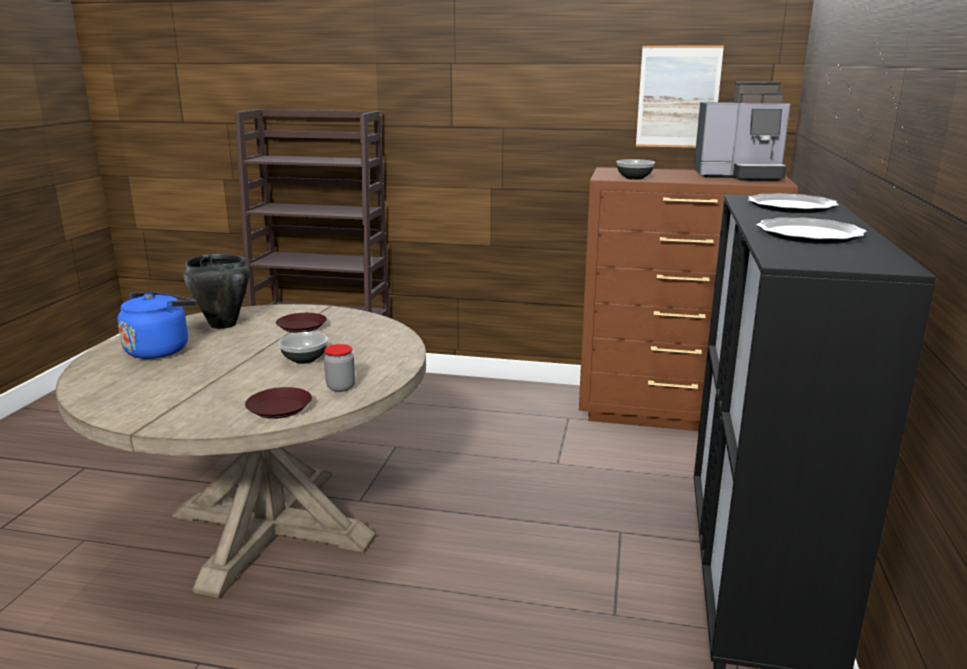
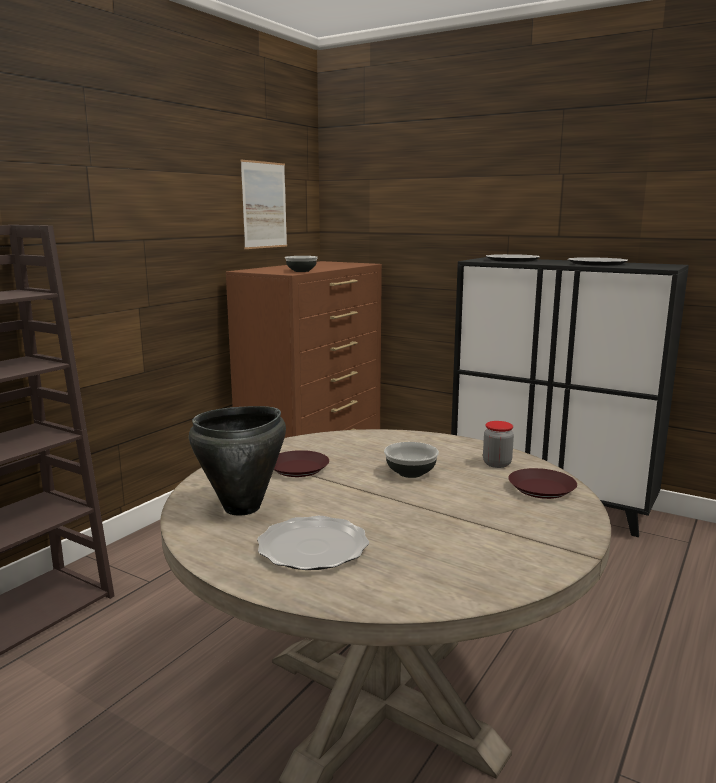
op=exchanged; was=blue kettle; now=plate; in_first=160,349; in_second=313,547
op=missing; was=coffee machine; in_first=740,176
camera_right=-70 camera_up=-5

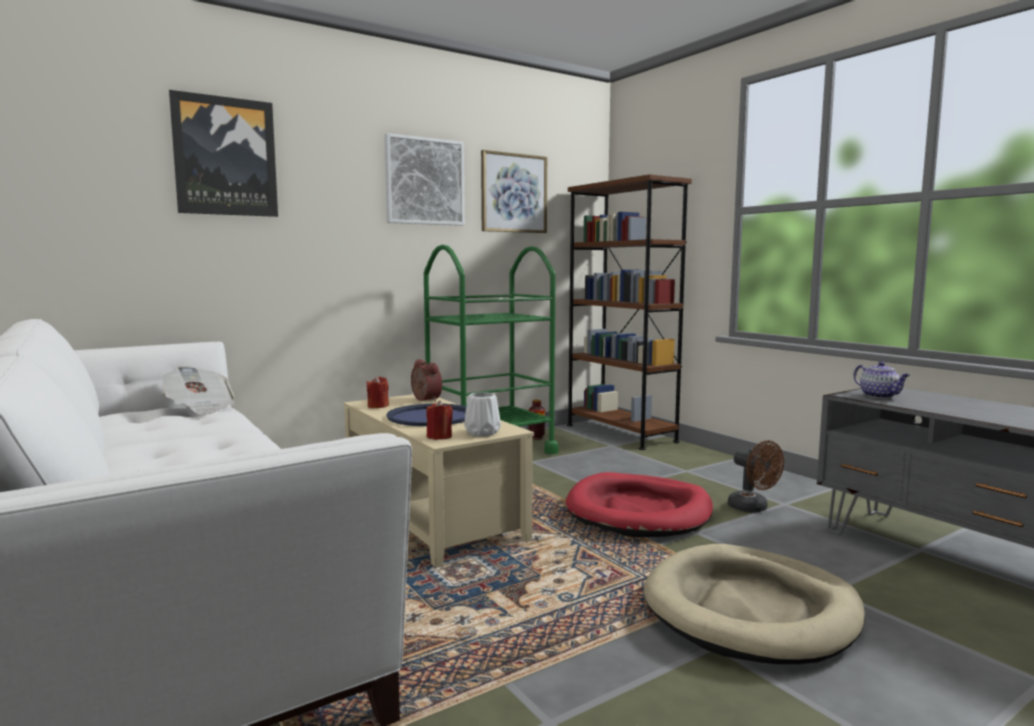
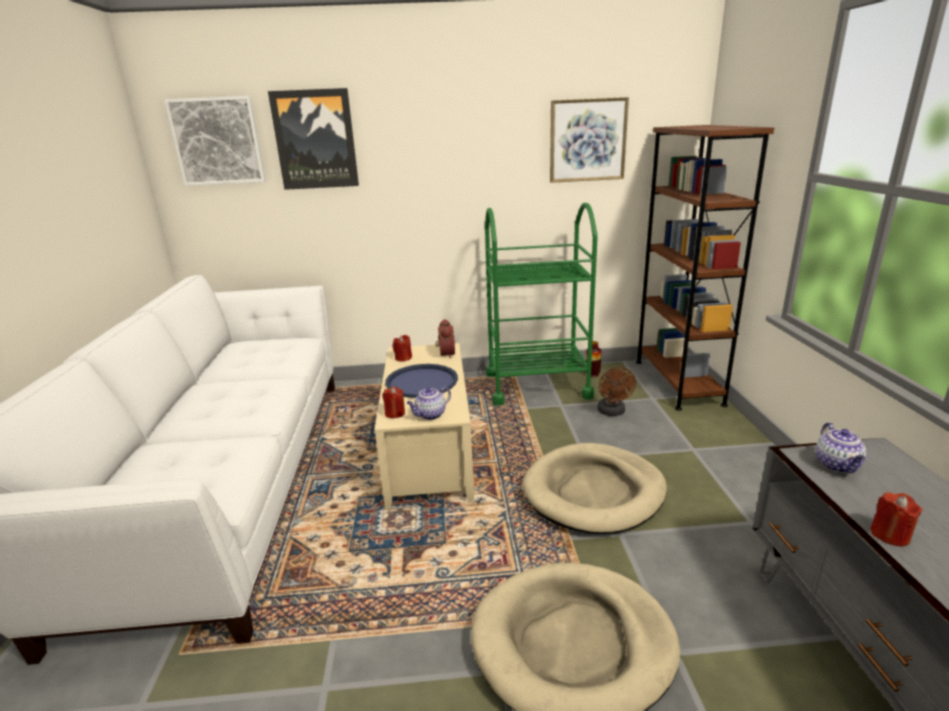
op=relocated; was=picture; in_first=424,181; in_second=217,141
op=exchanged; was=white vase; now=teapot; in_first=482,433; in_second=430,415
op=colour; was=red dog bed; now=beige dog bed; in_first=639,511; in_second=594,492
op=relocated; was=brown fan; in_first=753,508; in_second=612,412
op=appeared; now=red candle; in_second=890,535
op=missing; was=newspaper; in_first=200,408
camera_right=30 camera_up=15

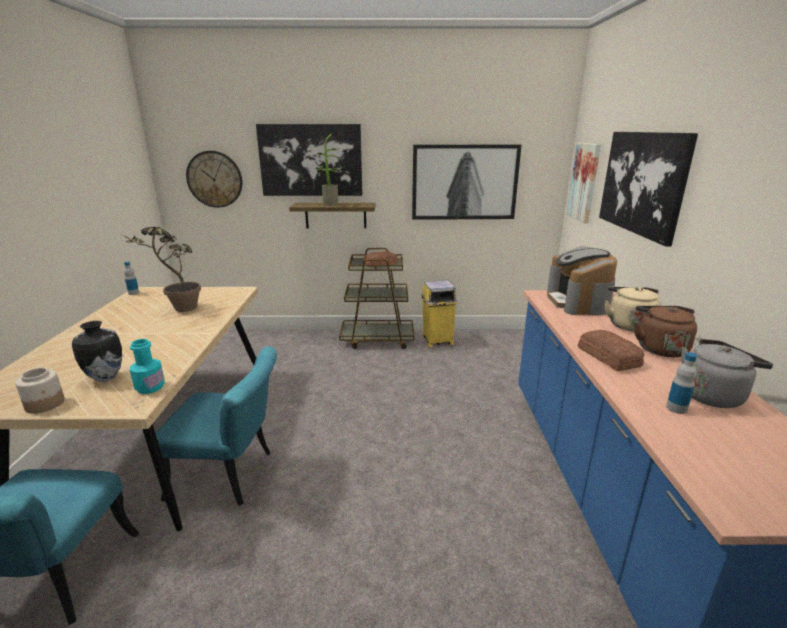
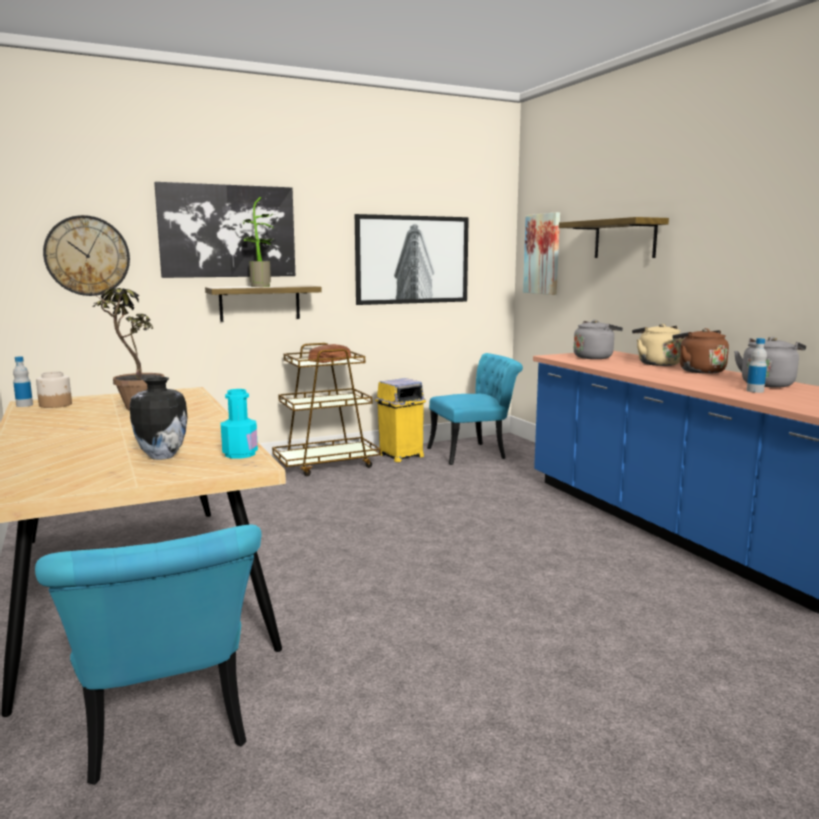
op=relocated; was=jar; in_first=45,404; in_second=56,405
op=relocated; was=turquoise chair; in_first=231,475; in_second=474,453
op=exchanged; was=picture; now=shelf; in_first=642,183; in_second=625,239
op=exchanged; was=coffee machine; now=grey kettle; in_first=578,302; in_second=594,357
op=missing; was=bread; in_first=609,356
camera_right=-25 camera_up=-10

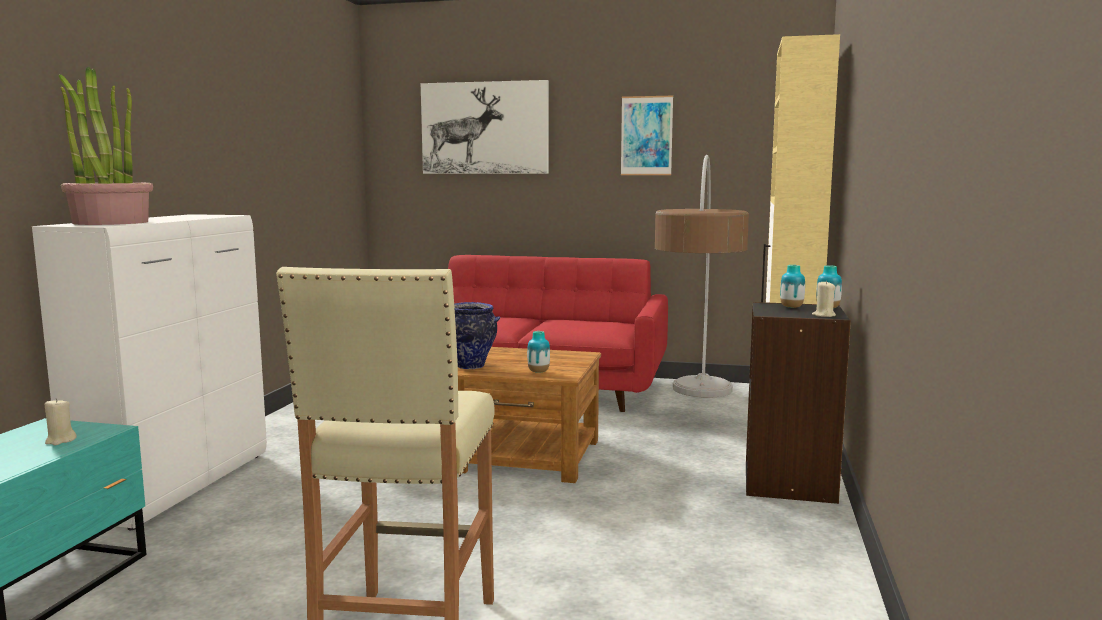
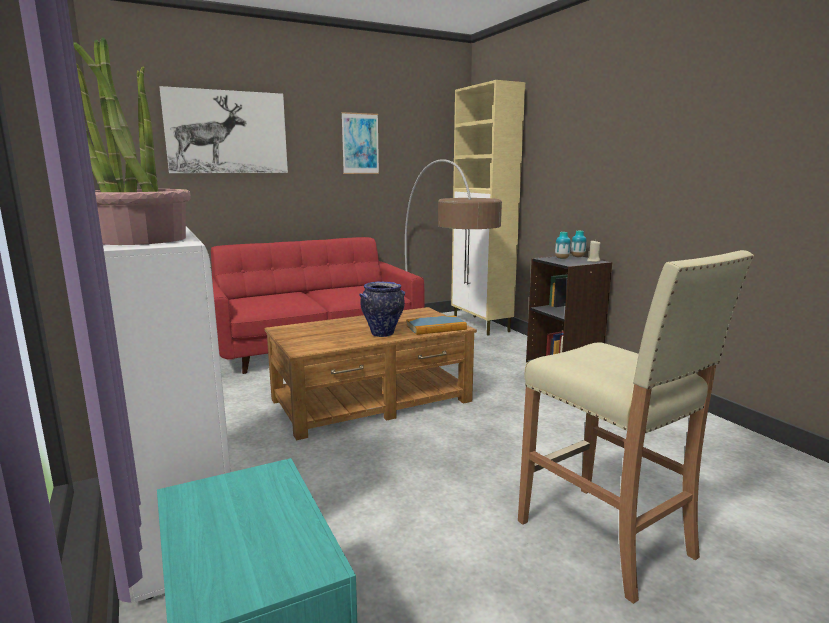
op=exchanged; was=vase; now=book; in_first=538,372; in_second=436,327
op=missing; was=beige candle; in_first=60,441
camera_right=-40 camera_up=5

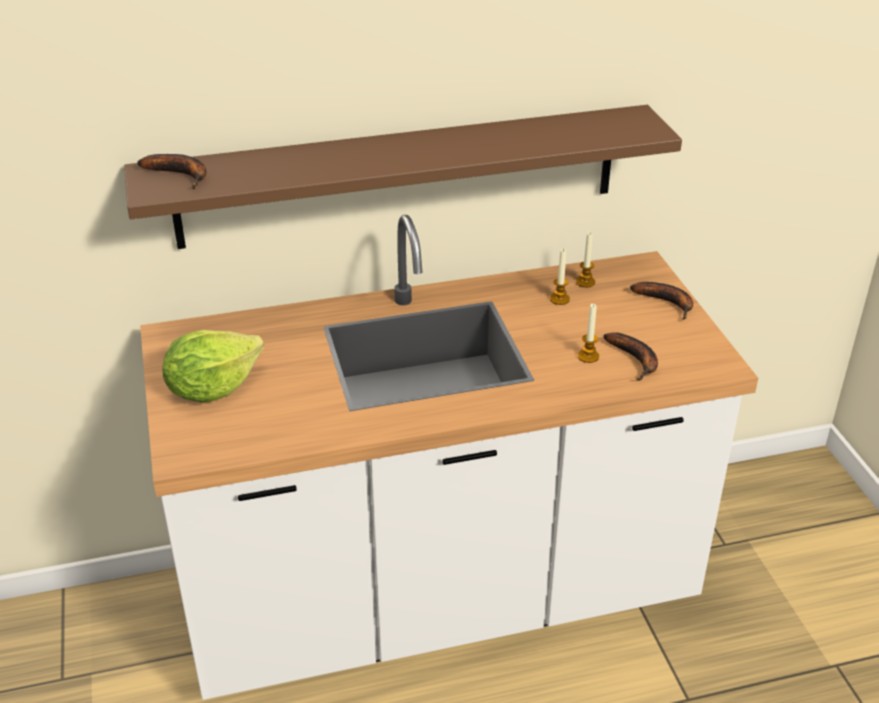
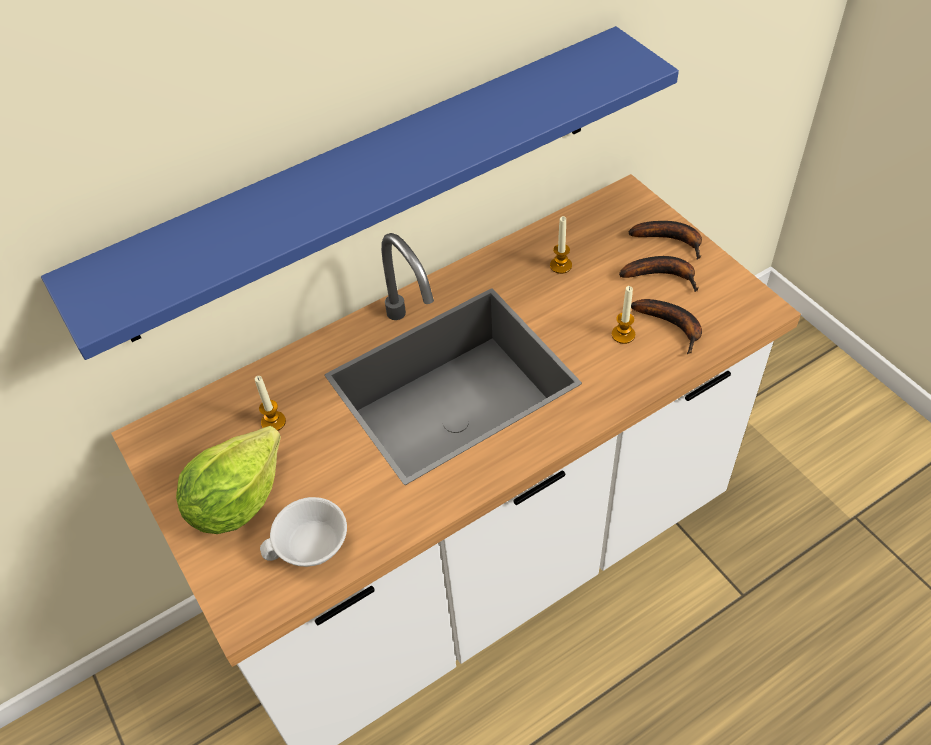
op=colour; was=brown shelf; now=blue shelf; in_first=399,176; in_second=366,183
op=relocated; was=candle; in_first=585,282; in_second=273,422
op=appeared; now=white cup; in_second=312,549
op=relocated; was=banana; in_first=181,175; in_second=663,275
camera_right=-15 camera_up=15

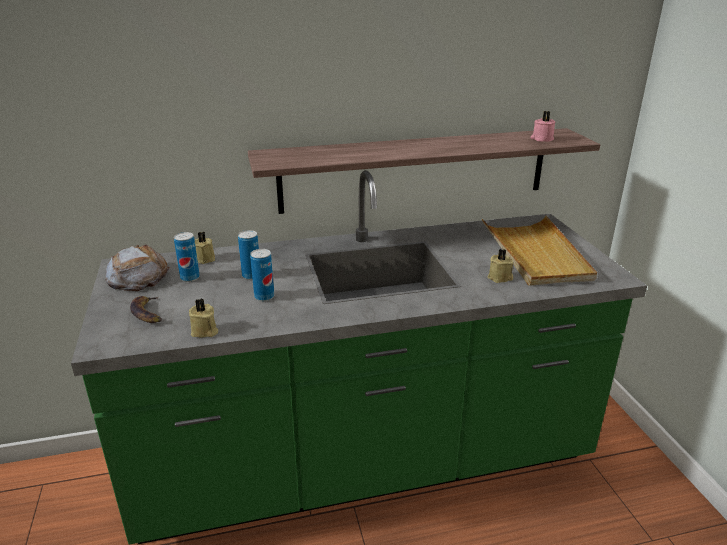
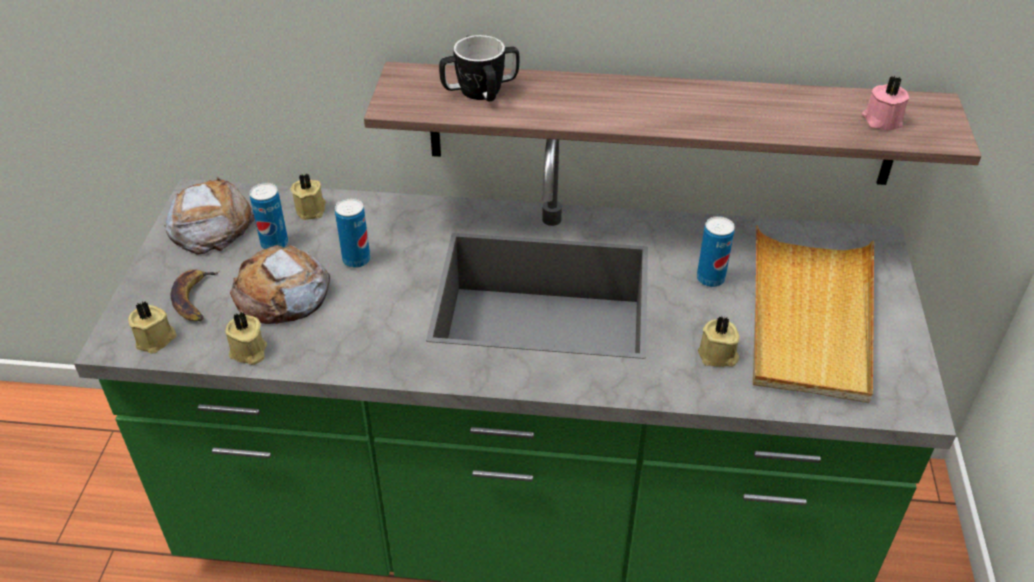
op=appeared; now=beige candle; in_second=156,339
op=appeared; now=bread; in_second=282,294
op=appeared; now=mug; in_second=480,91
op=relocated; was=can; in_first=264,296; in_second=710,279
camera_right=20 camera_up=15

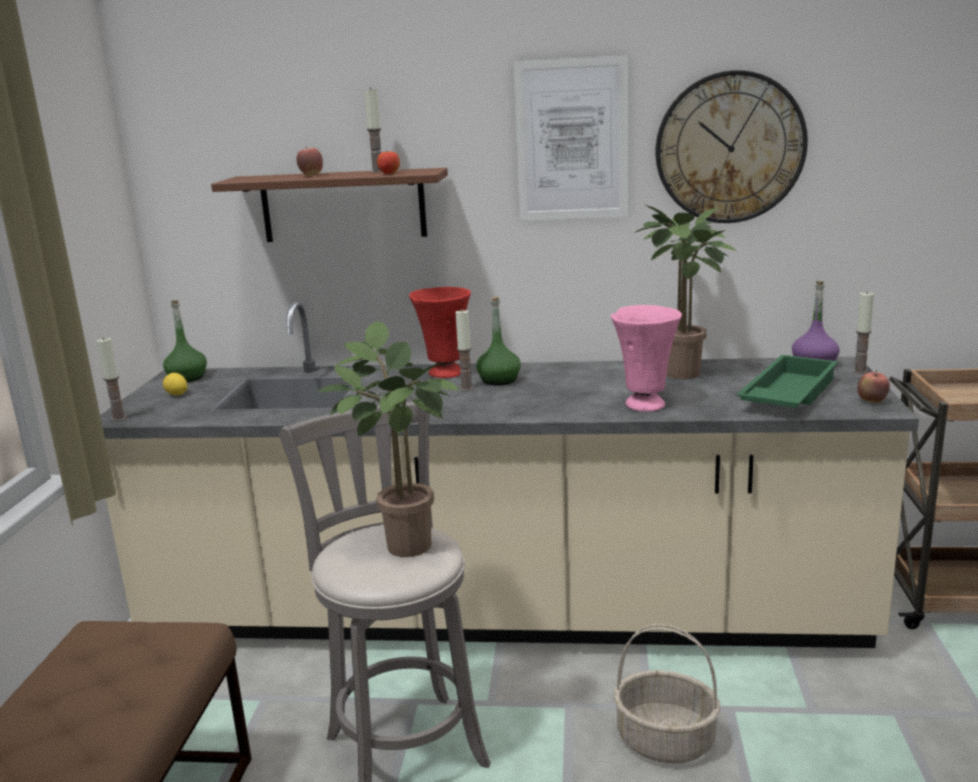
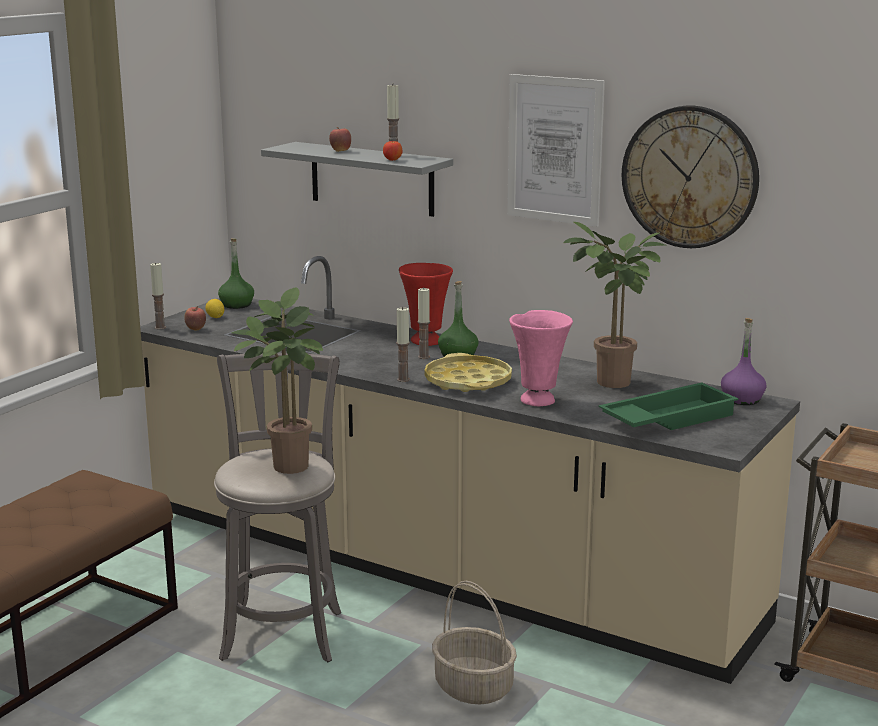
op=relocated; was=apple; in_first=872,401; in_second=195,329
op=colour; was=brown shelf; now=grey shelf; in_first=343,205; in_second=372,179
op=relocated; was=candle; in_first=860,372; in_second=403,379
op=appeared; now=yellow tray; in_second=467,382
camera_right=25 camera_up=0

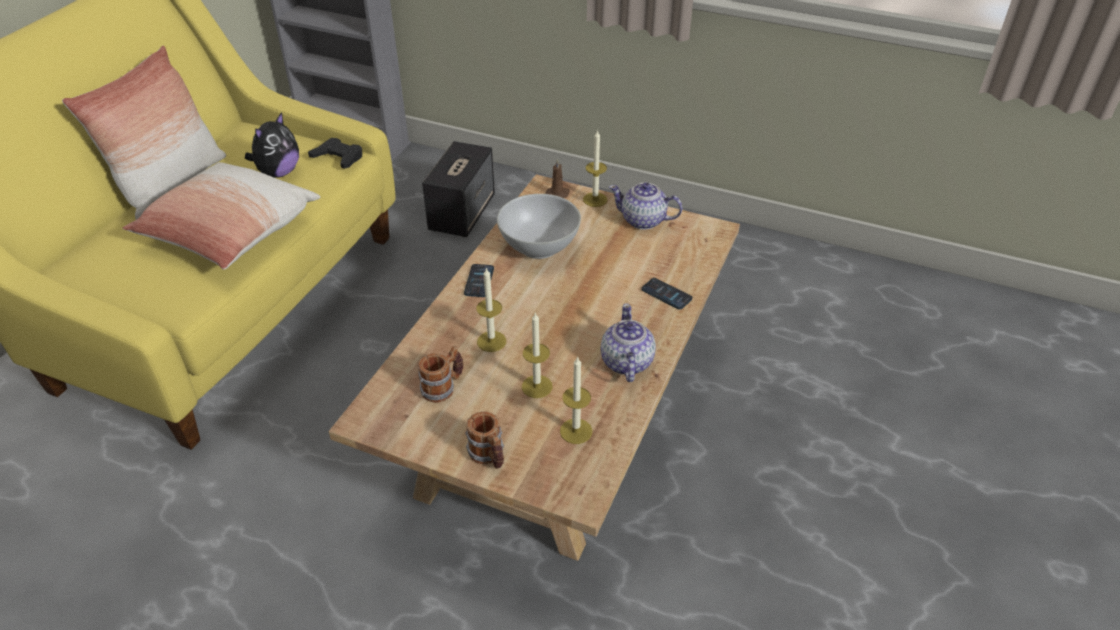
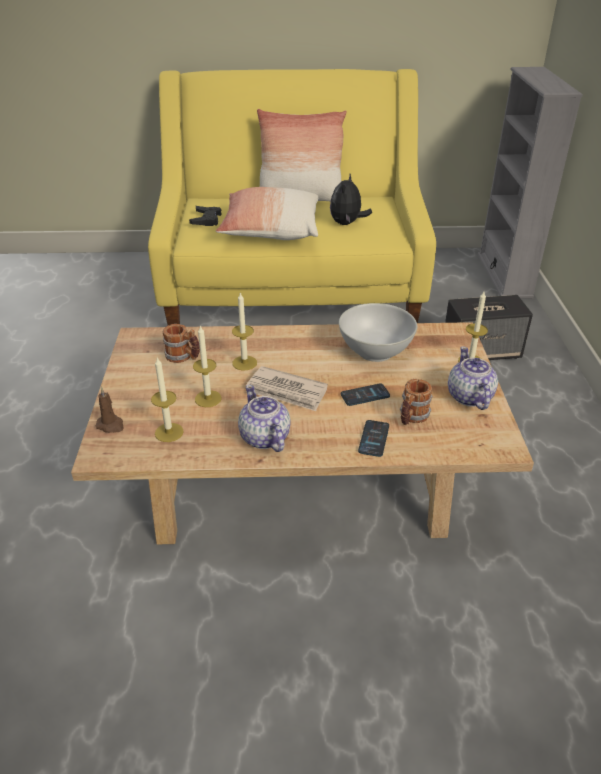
op=relocated; was=brown candle; in_first=558,194; in_second=111,425
op=relocated; was=black game controller; in_first=338,157; in_second=206,219
op=spun; was=teapot; in_first=626,362; in_second=264,438; clockwise=-90
op=appeared; now=newspaper; in_second=287,392
op=spun; was=plush toy; in_first=278,173; in_second=347,223; clockwise=105
op=relocated; was=phone; in_first=479,281; in_second=365,395
op=relocated; was=mug; in_first=489,456; in_second=411,417
camera_right=65 camera_up=-5

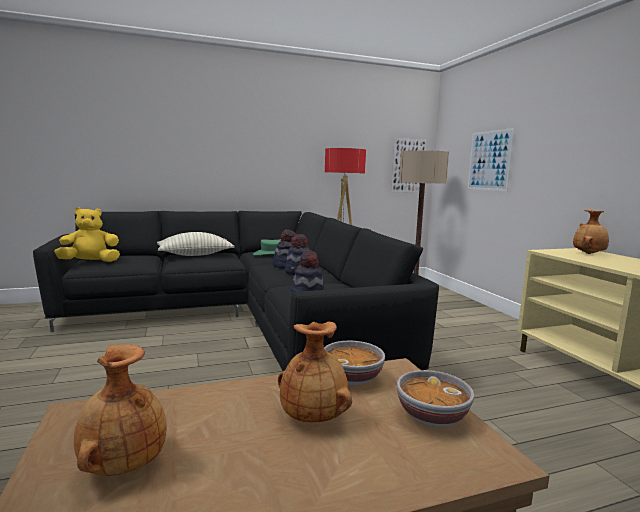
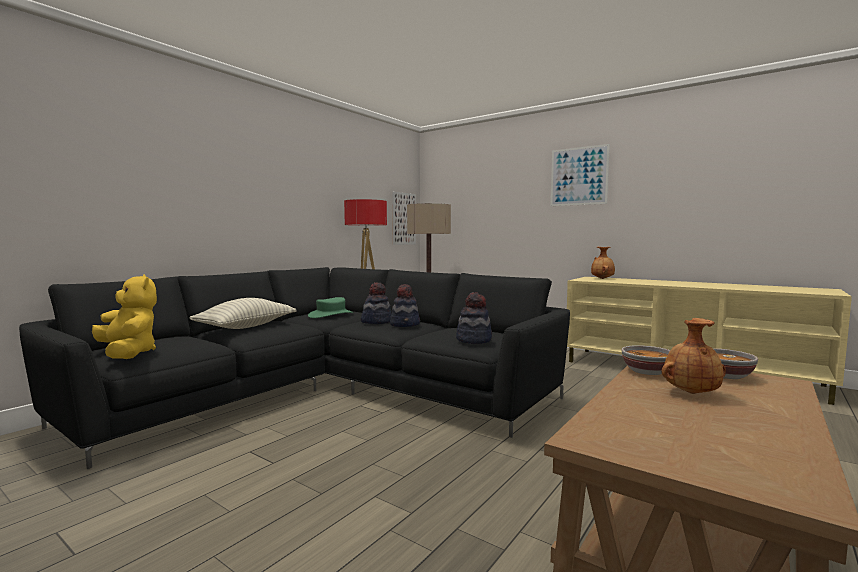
op=spun; was=yellow plush toy; in_first=90,262; in_second=128,353; clockwise=105
op=relocated; was=picture; in_first=489,160; in_second=579,176
op=missing; was=brown vase; in_first=122,464
camera_right=-35 camera_up=-5

